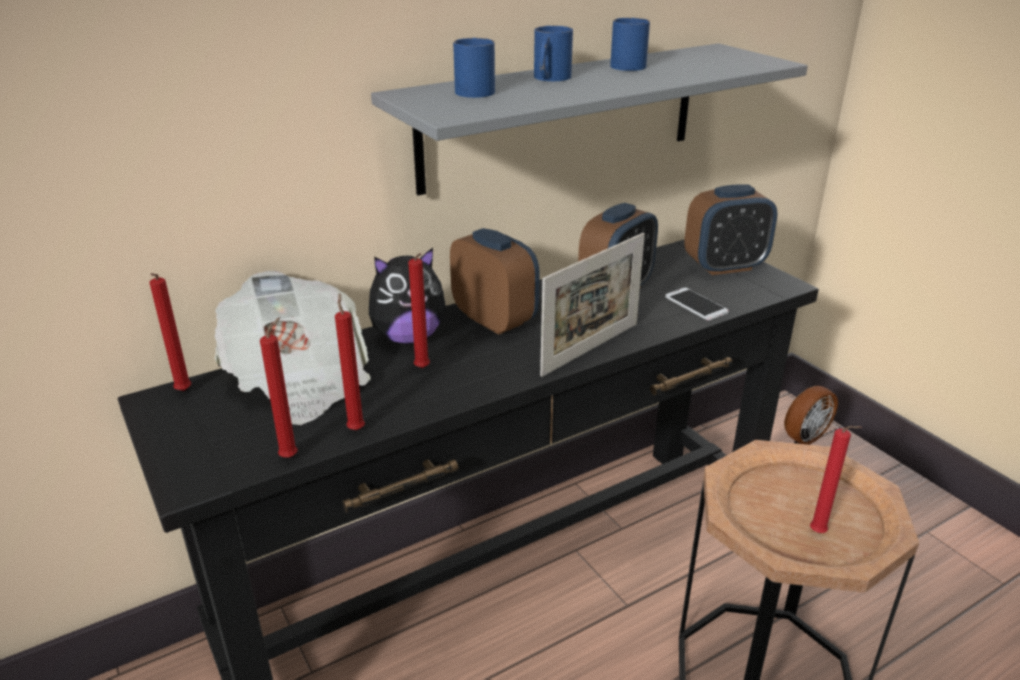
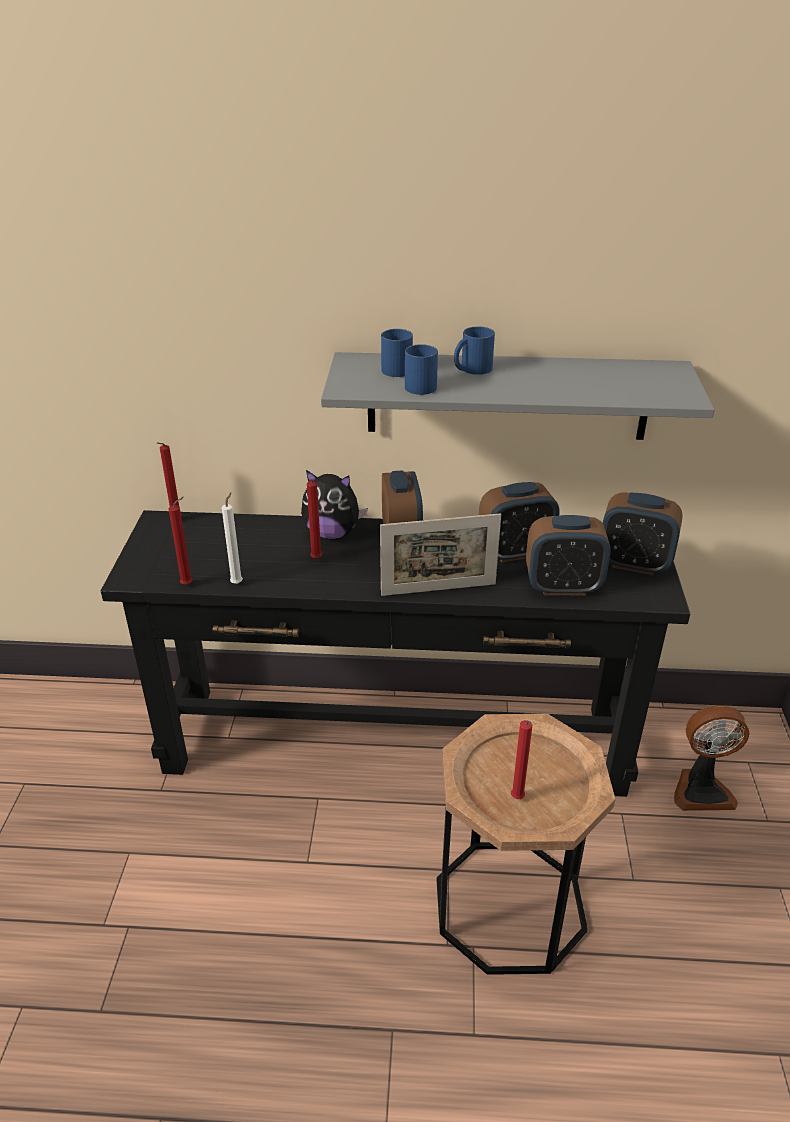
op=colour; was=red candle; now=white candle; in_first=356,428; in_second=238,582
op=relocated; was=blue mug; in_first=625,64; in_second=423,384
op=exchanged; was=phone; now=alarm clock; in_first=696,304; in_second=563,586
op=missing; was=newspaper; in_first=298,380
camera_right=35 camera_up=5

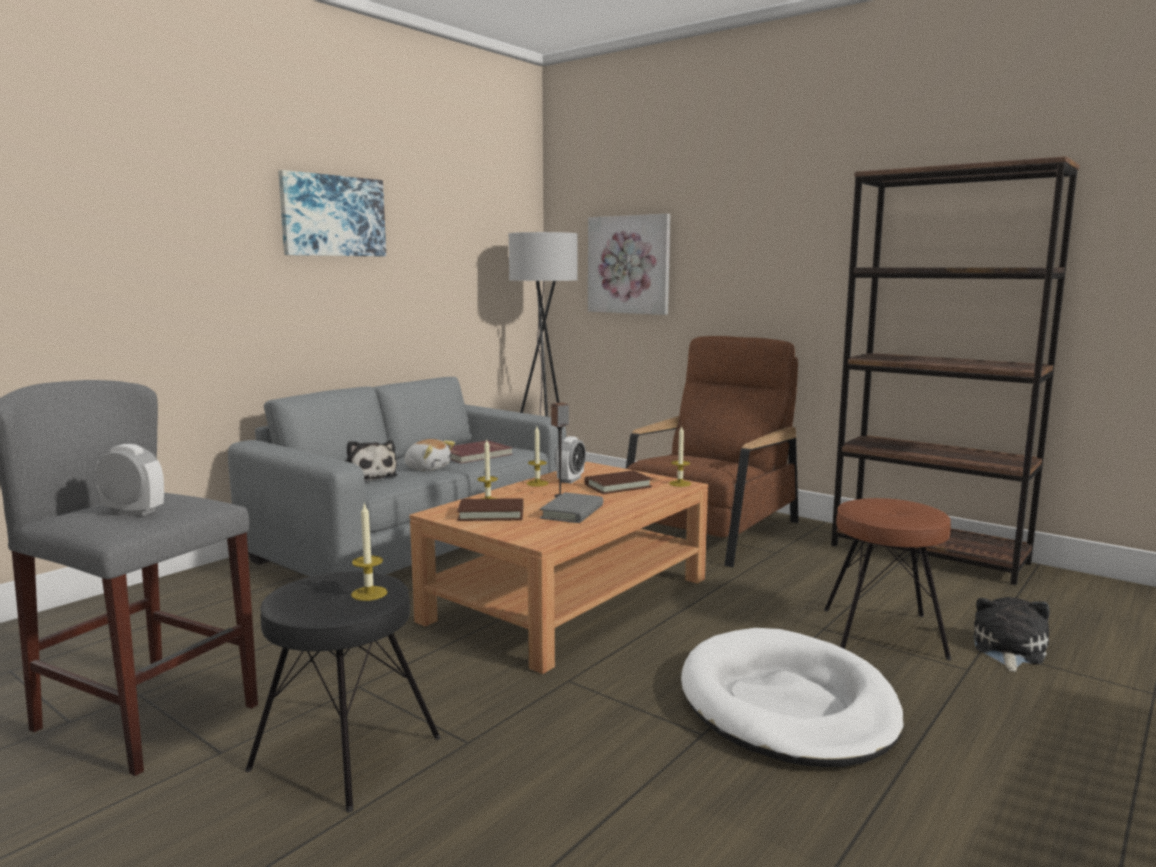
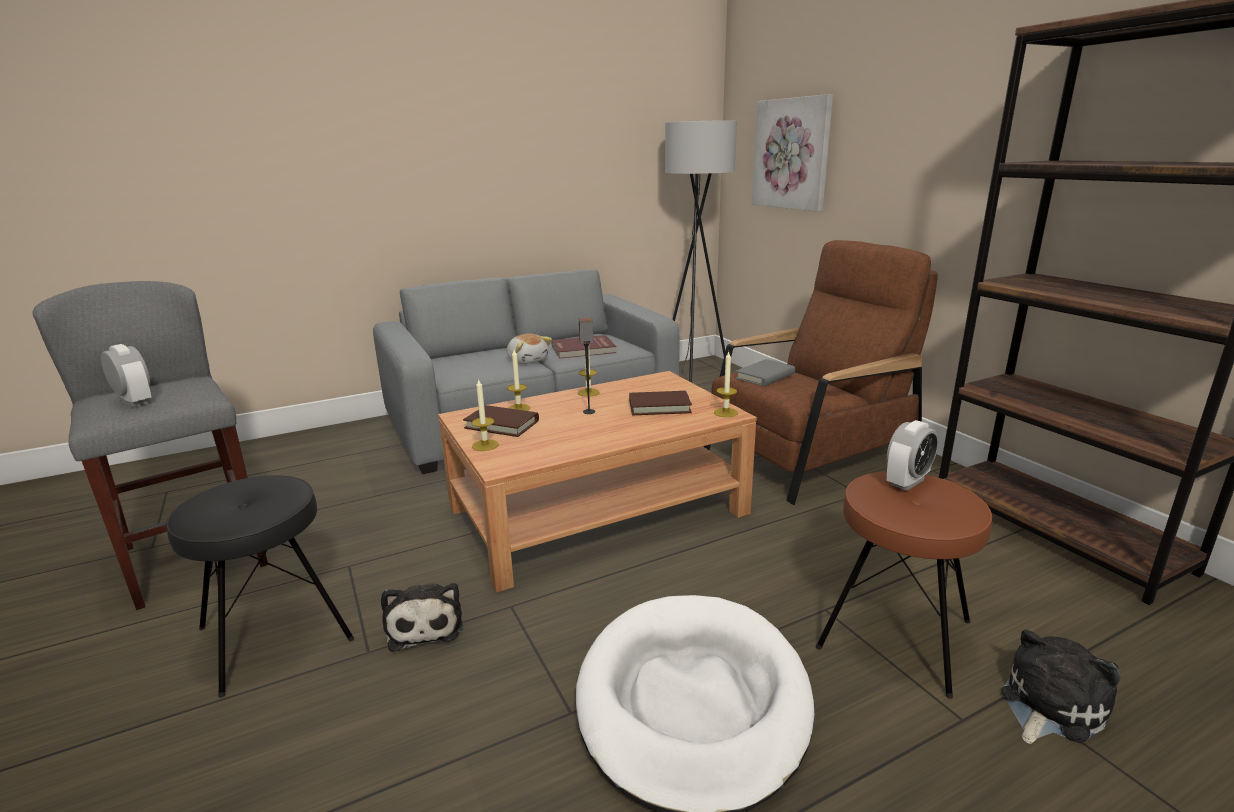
op=relocated; was=plush toy; in_first=367,477; in_second=425,625
op=relocated; was=candle; in_first=369,593; in_second=485,445
op=relocated; was=grey book; in_first=572,512; in_second=765,376
op=relocated; was=alarm clock; in_first=570,480; in_second=907,482
op=missing; was=picture; in_first=333,216
camera_right=25 camera_up=10

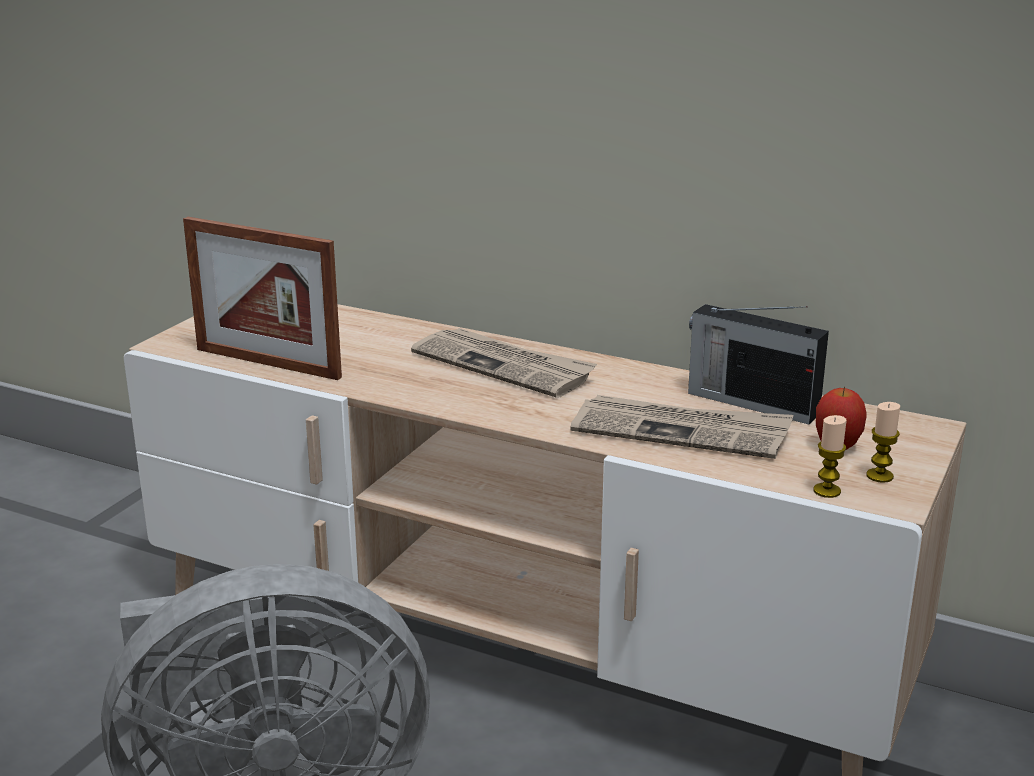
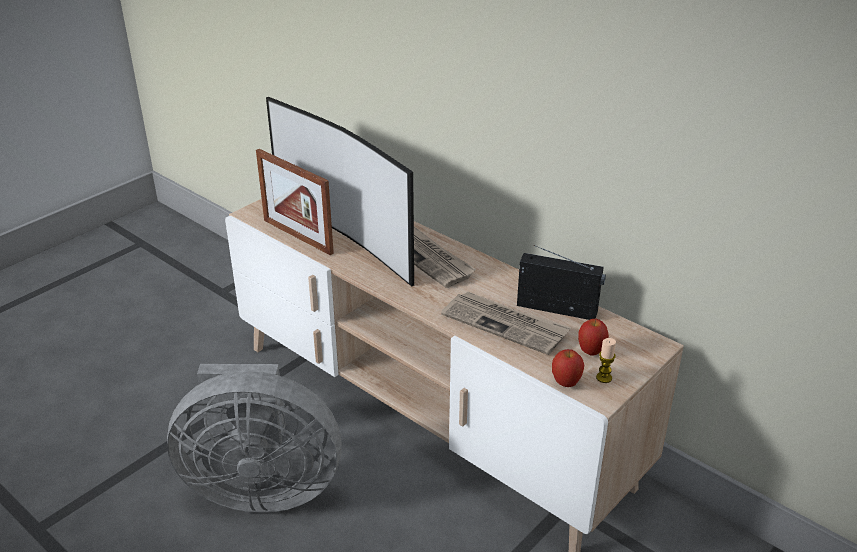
op=appeared; now=television; in_second=347,237
op=spun; was=radio; in_first=750,402; in_second=558,309; clockwise=150
op=exchanged; was=candle; now=apple; in_first=827,491; in_second=566,383
camera_right=15 camera_up=10

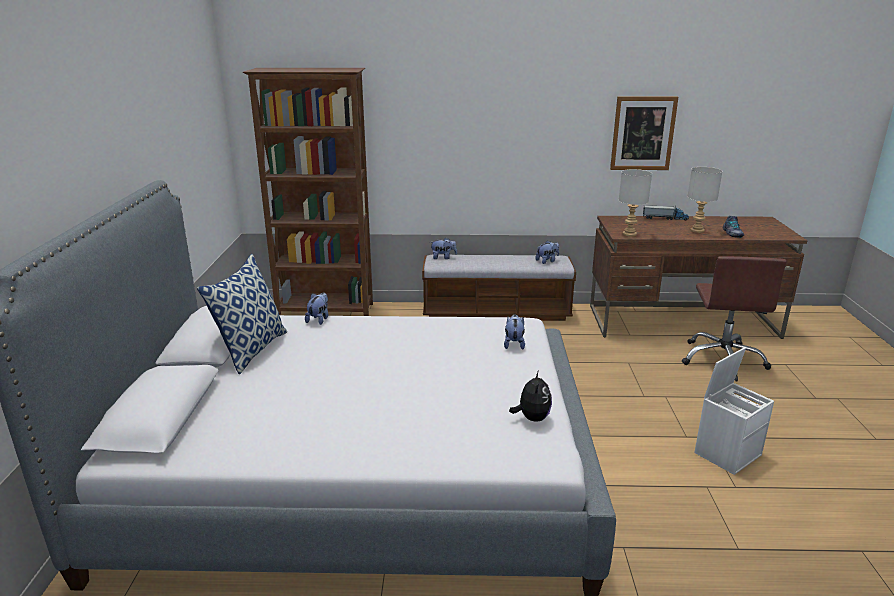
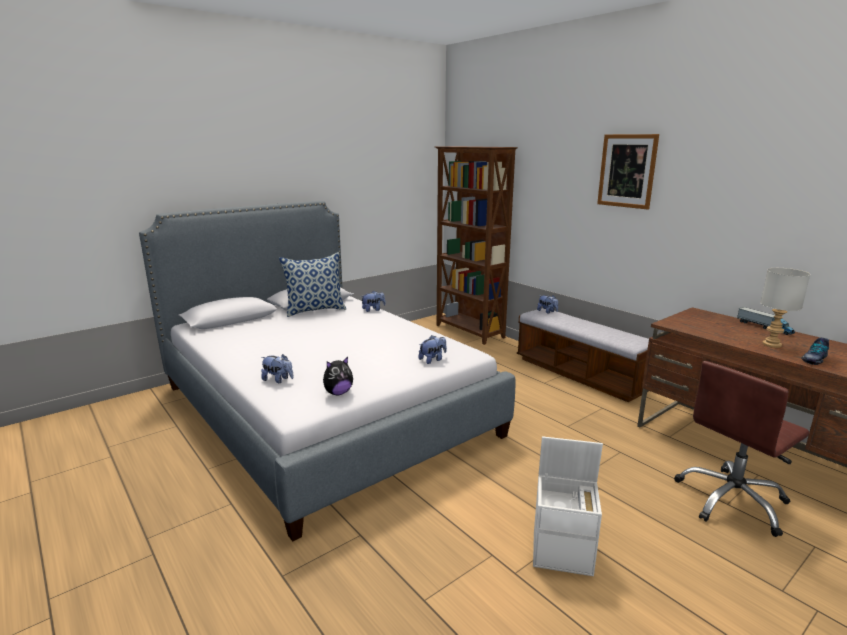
op=relocated; was=plush toy; in_first=547,261; in_second=278,380
op=relocated; was=picture; in_first=643,133; in_second=627,171
op=missing; was=grey table lamp; in_first=629,234
camera_right=50 camera_up=-5

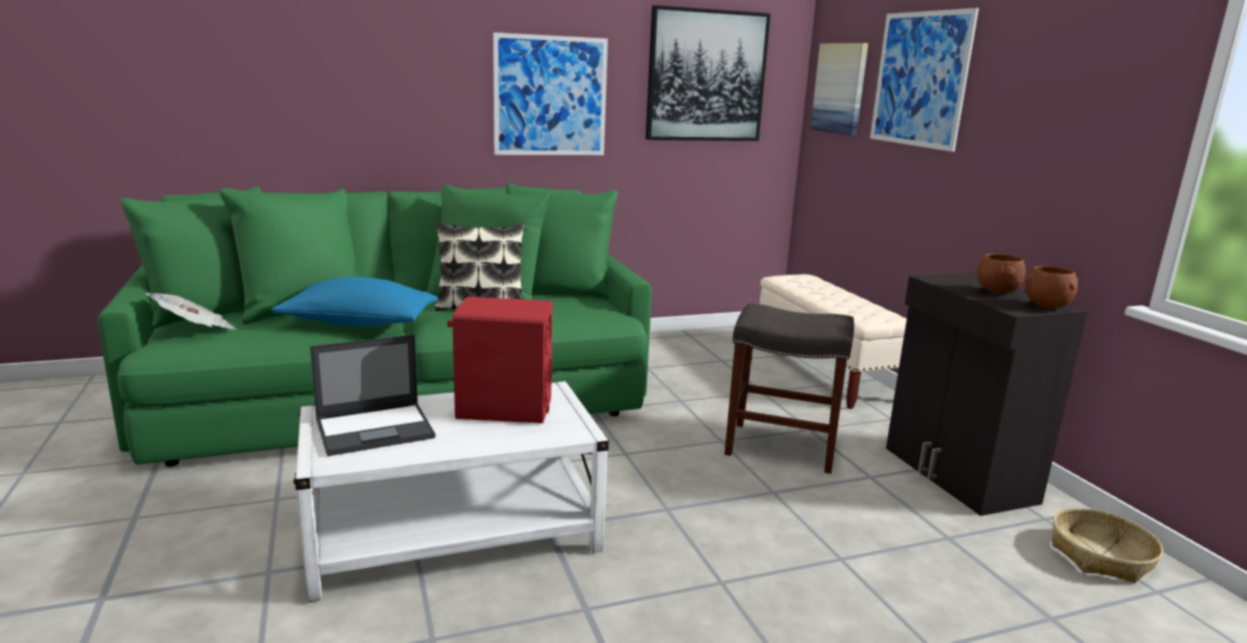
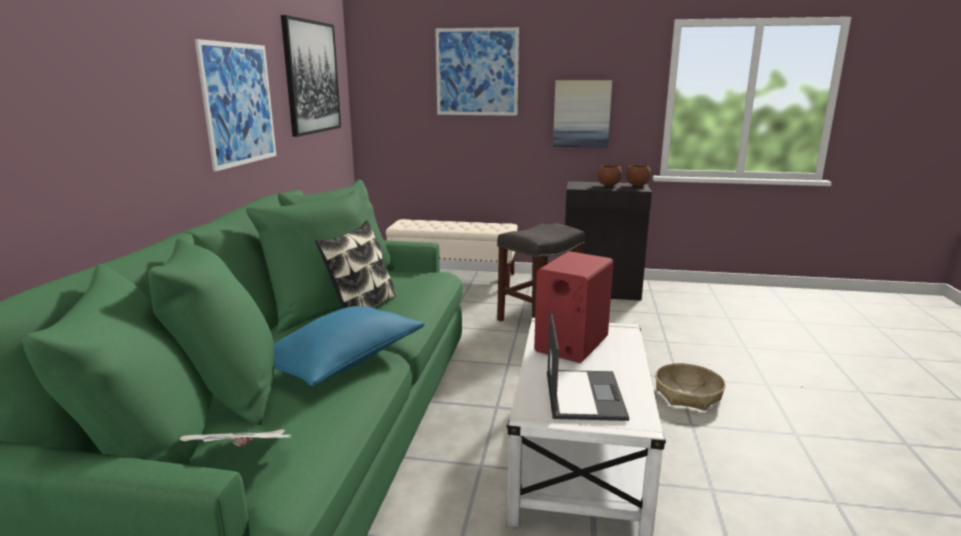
op=relocated; was=picture; in_first=840,88; in_second=581,114
op=relocated; was=basket; in_first=1101,556; in_second=688,394
camera_right=-60 camera_up=0

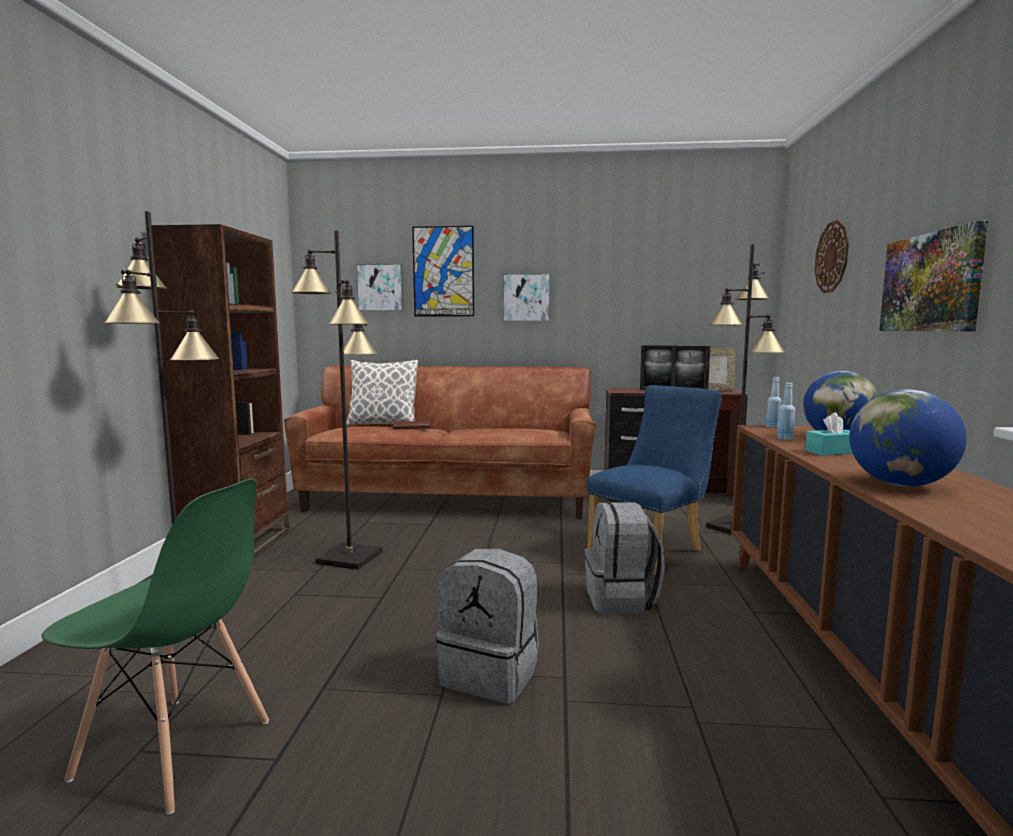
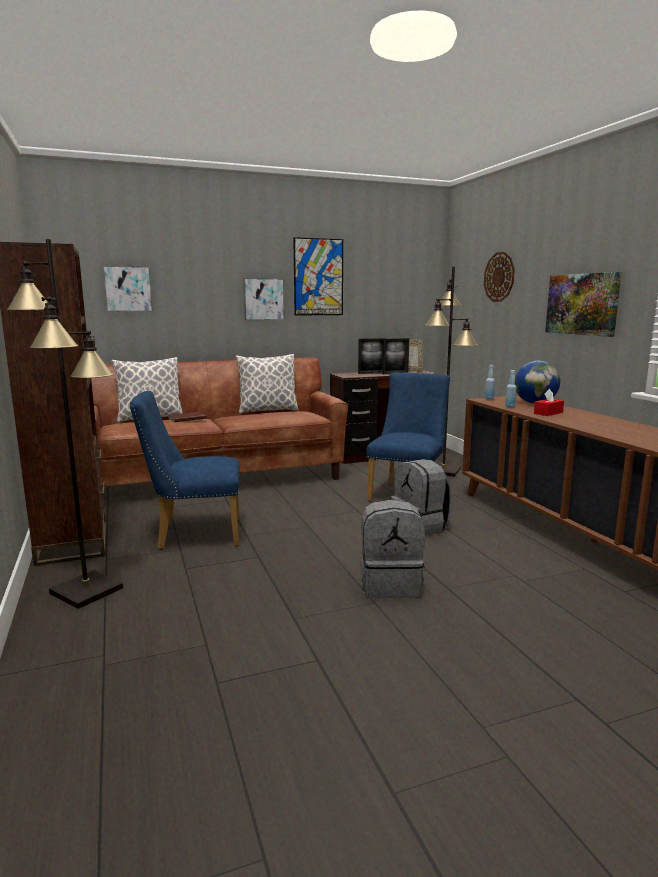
op=exchanged; was=black floor lamp; now=blue chair; in_first=349,557; in_second=193,534
op=appeared; now=pillow; in_second=267,411
op=relocated; was=picture; in_first=443,271; in_second=318,277
op=colour; was=turquoise tissue box; now=red tissue box; in_first=833,452; in_second=548,413
op=missing; was=green chair; in_first=174,751
op=missing; was=globe; in_first=900,484
camera_right=-25 camera_up=5

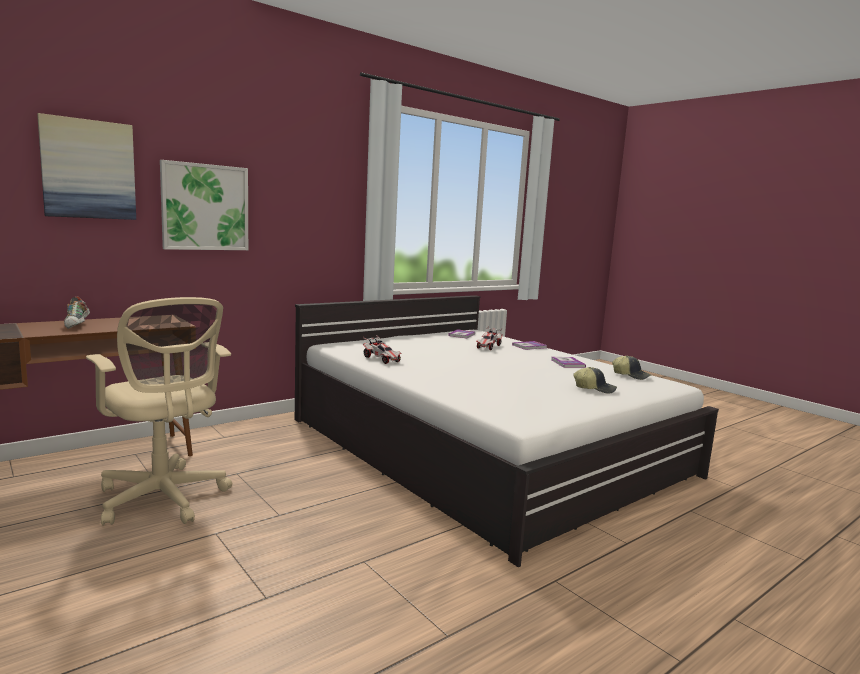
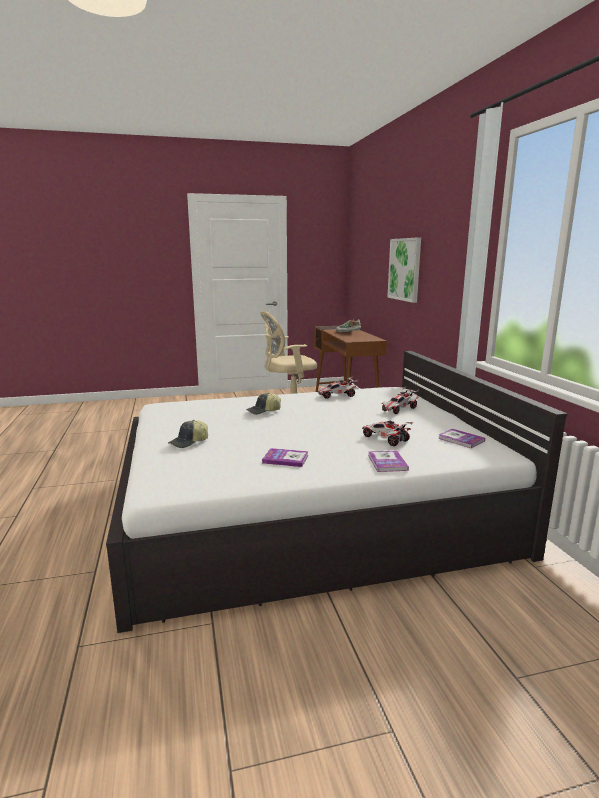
op=relocated; was=cap; in_first=631,375; in_second=263,411
op=appeared; now=toy car; in_second=399,409
op=missing; was=picture; in_first=88,169
camera_right=115 camera_up=5

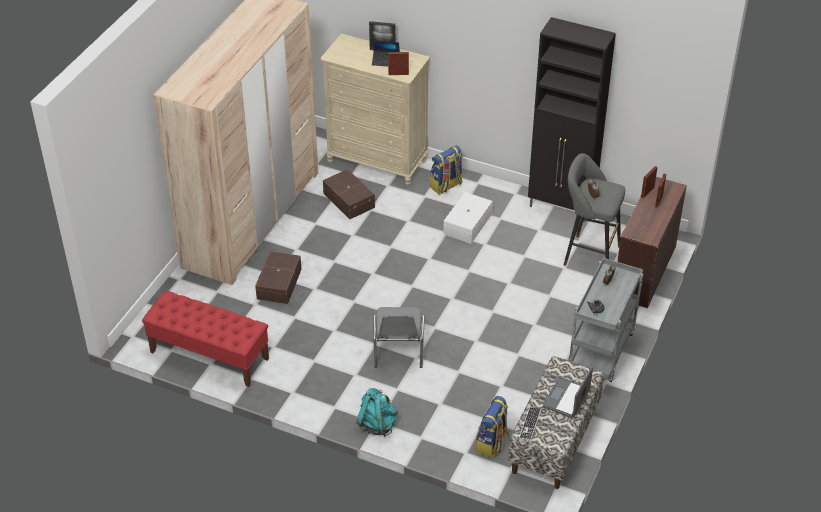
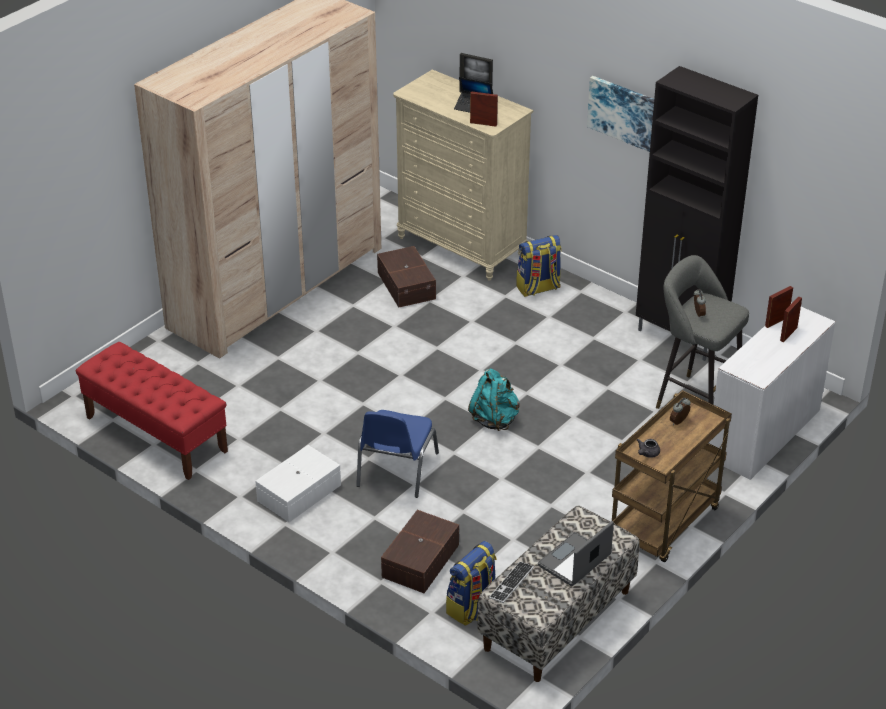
op=relocated; was=white storage box; in_first=466,224; in_second=297,492
op=colour; was=grey chair; now=blue chair; in_first=398,349; in_second=396,470
op=relocated; was=brown storage box; in_first=278,284; in_second=419,561
op=relocated; was=turquoise backpack; in_first=377,424; in_second=495,419
op=appeared; now=picture; in_second=626,113
op=colour; was=grey cart; now=brown cart; in_first=601,354; in_second=665,525
op=colour; was=brown desk; now=white desk; in_first=643,271; in_second=762,434
camera_right=15 camera_up=-5

